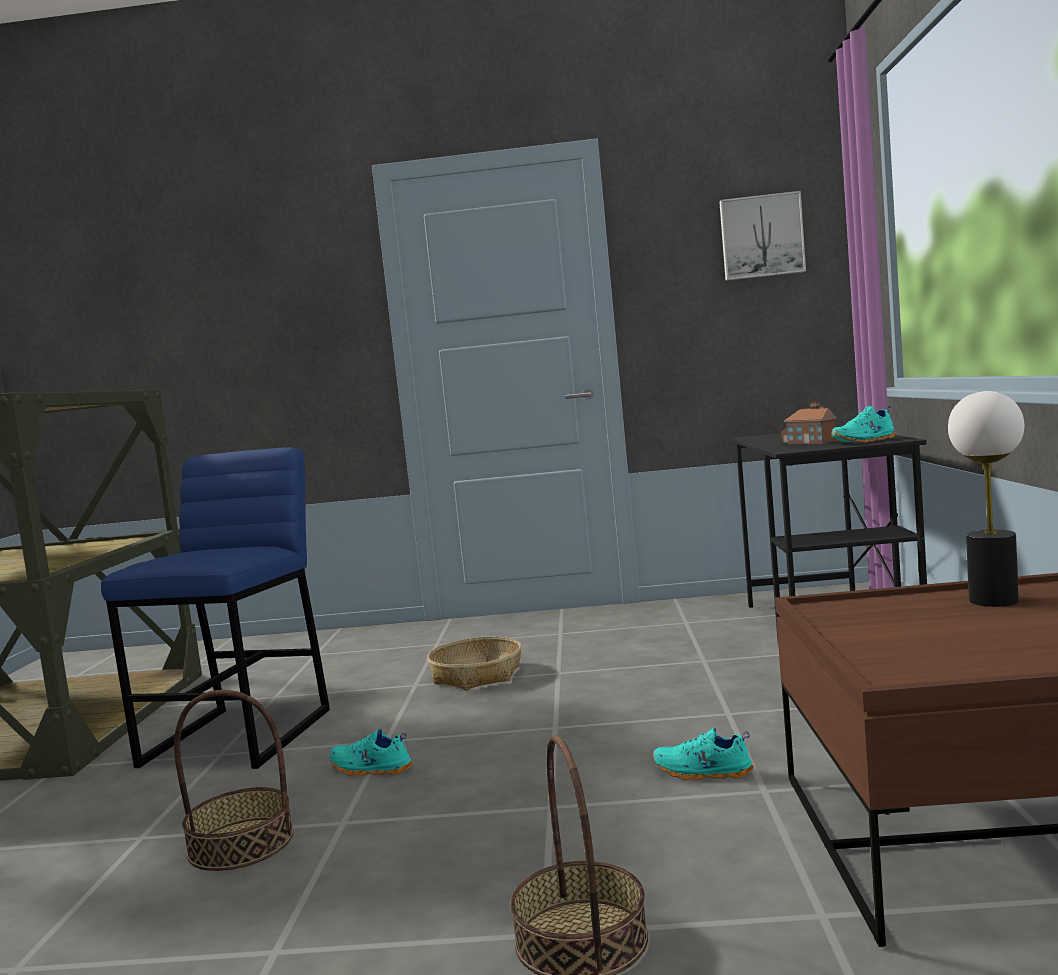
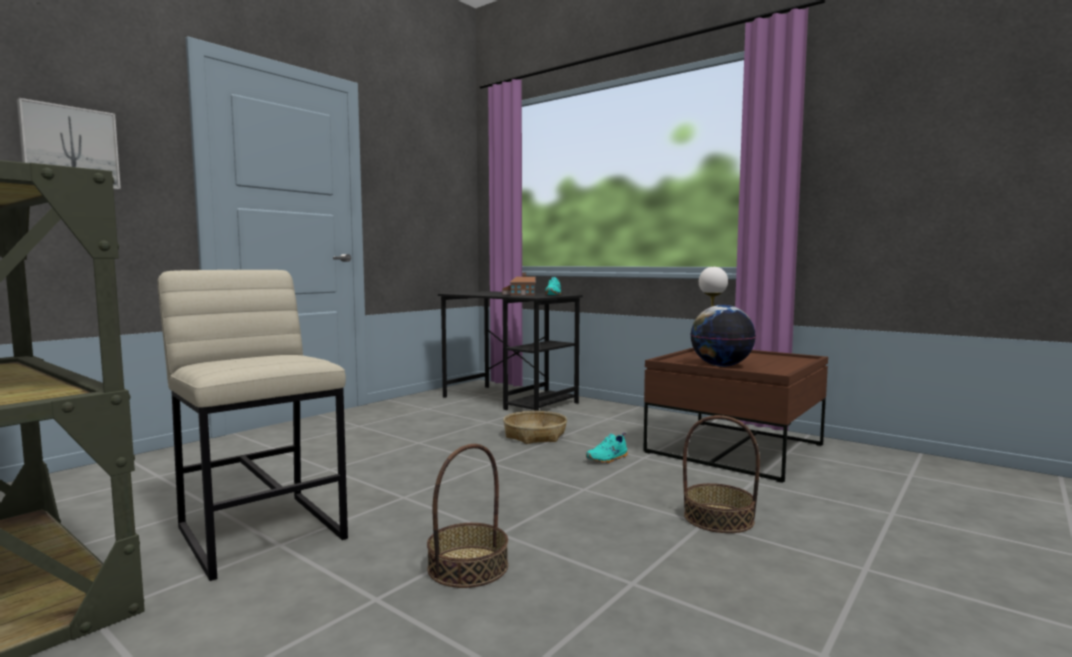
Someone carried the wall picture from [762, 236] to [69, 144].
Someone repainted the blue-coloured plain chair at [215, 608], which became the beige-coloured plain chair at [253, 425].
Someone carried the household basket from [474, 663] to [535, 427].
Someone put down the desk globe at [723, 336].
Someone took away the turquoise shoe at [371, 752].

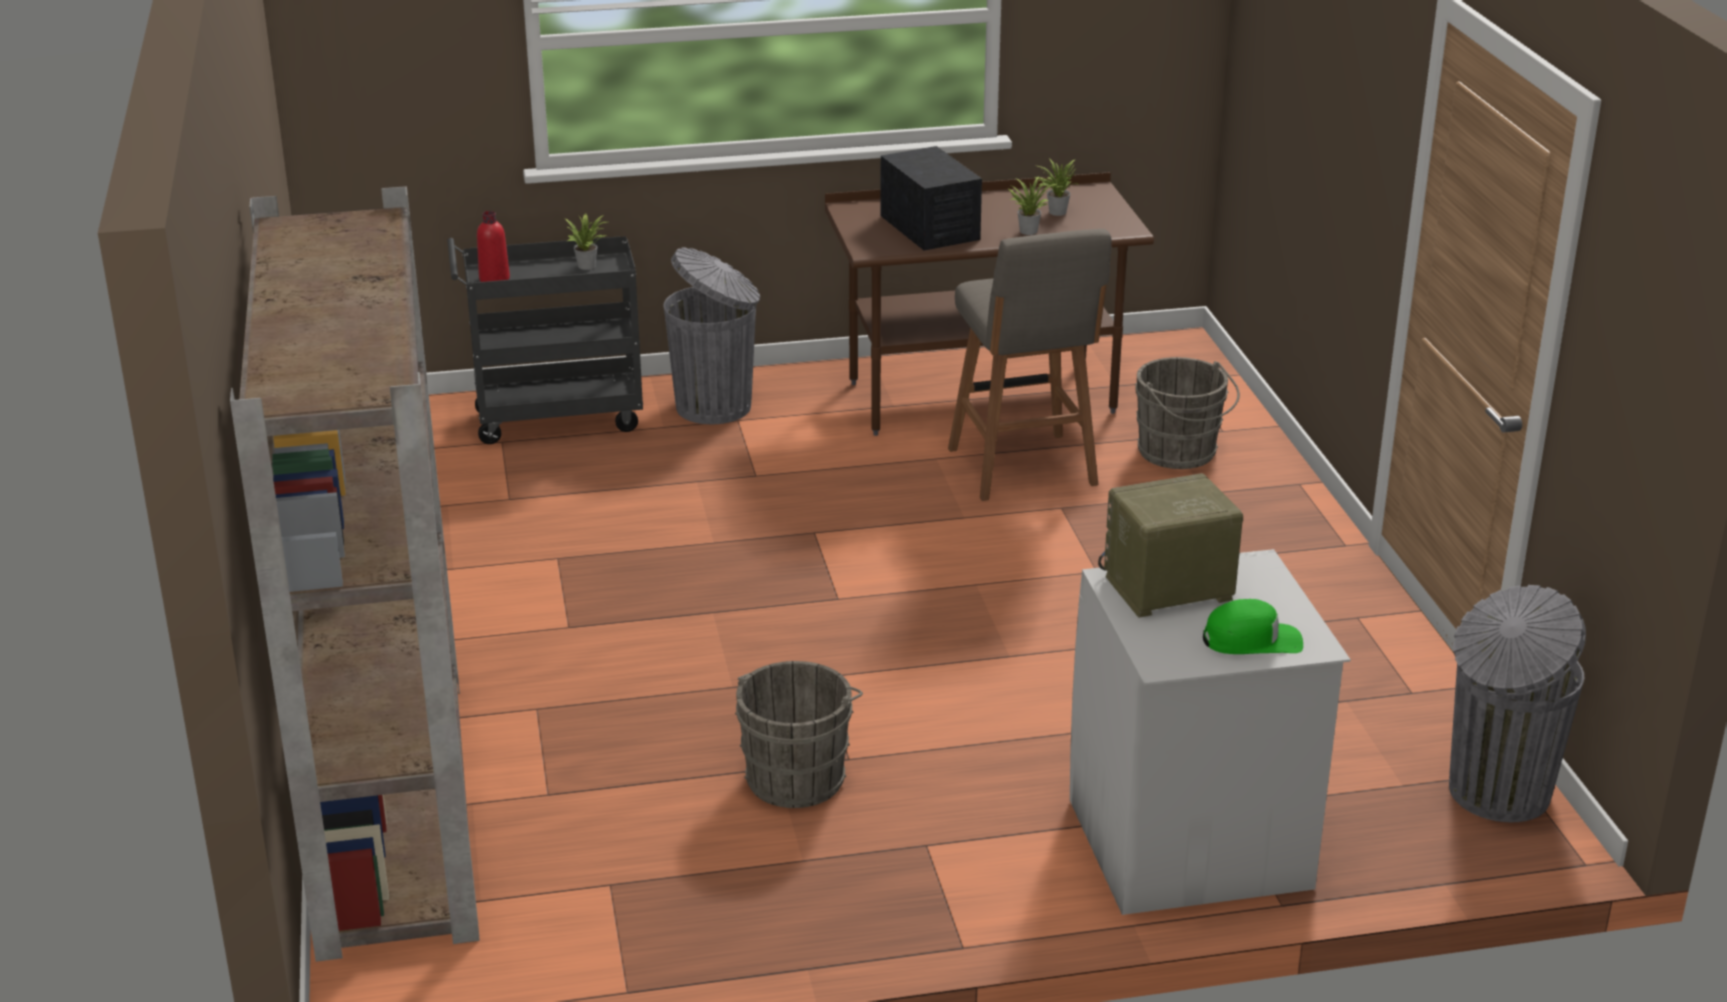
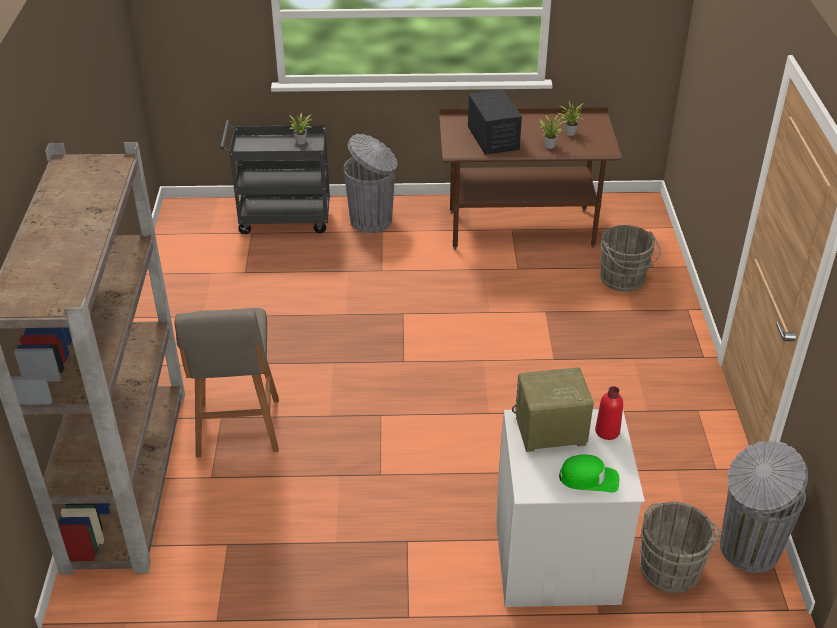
Someone carried the greyish stool seat from [1030, 365] to [226, 382].
Someone carried the reddish beverage bottle from [493, 246] to [609, 413].
Someone carried the greyish water bucket from [799, 734] to [680, 547].

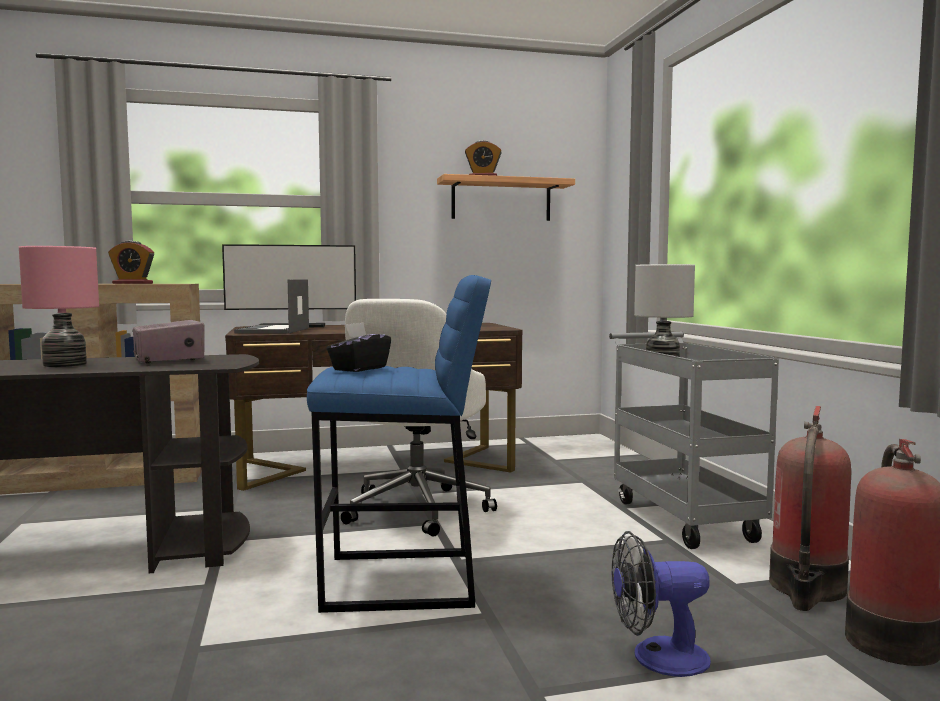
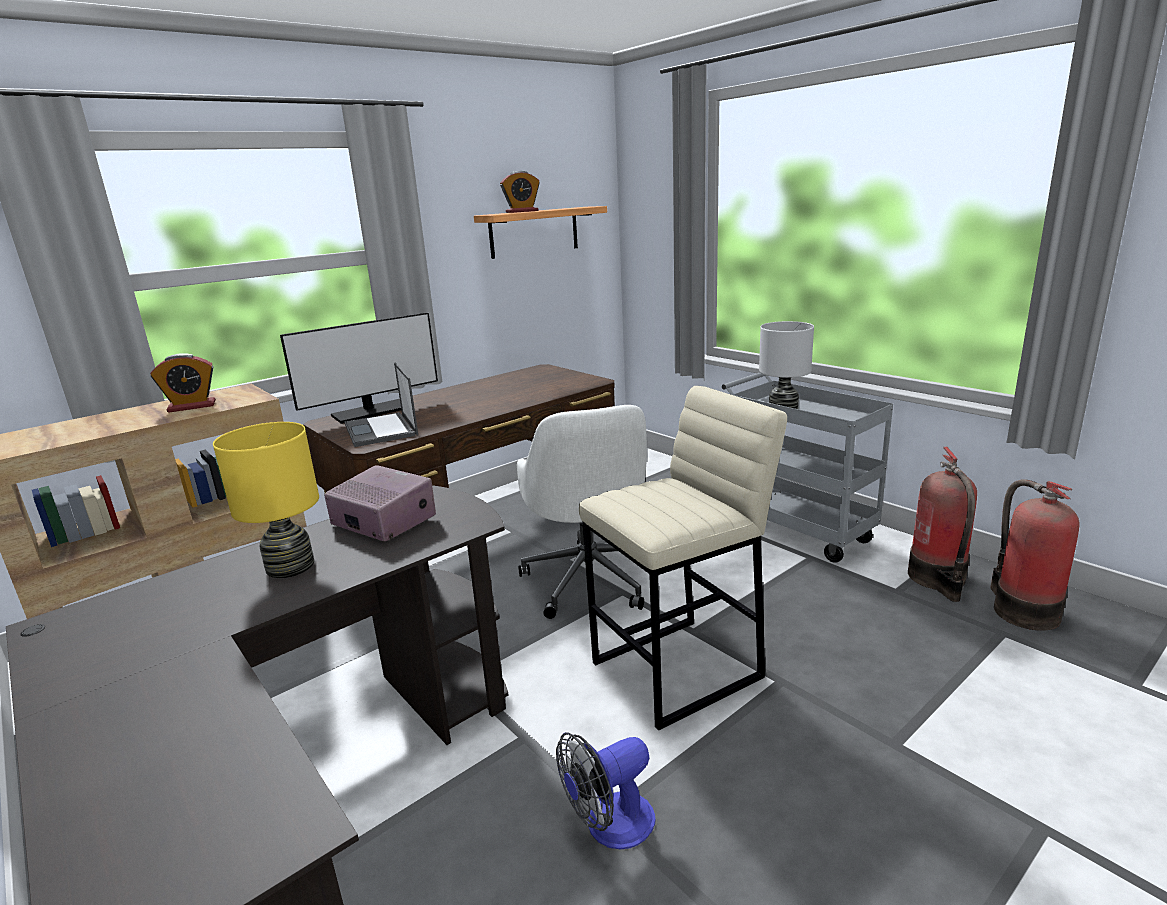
Someone repainted the pink table lamp at [59, 306], which became the yellow-coloured table lamp at [266, 500].
Someone carried the fan from [661, 604] to [606, 790].
Someone repainted the blue-coloured stool seat at [399, 444], which became the beige-coloured stool seat at [683, 558].
Someone took away the blackish tissue holder at [358, 347].

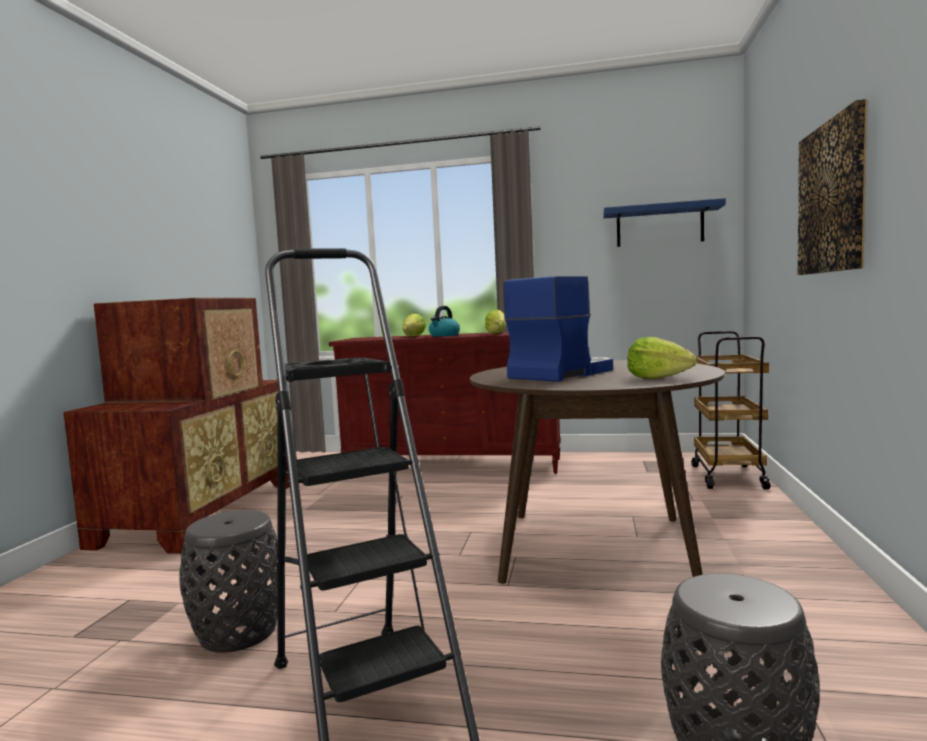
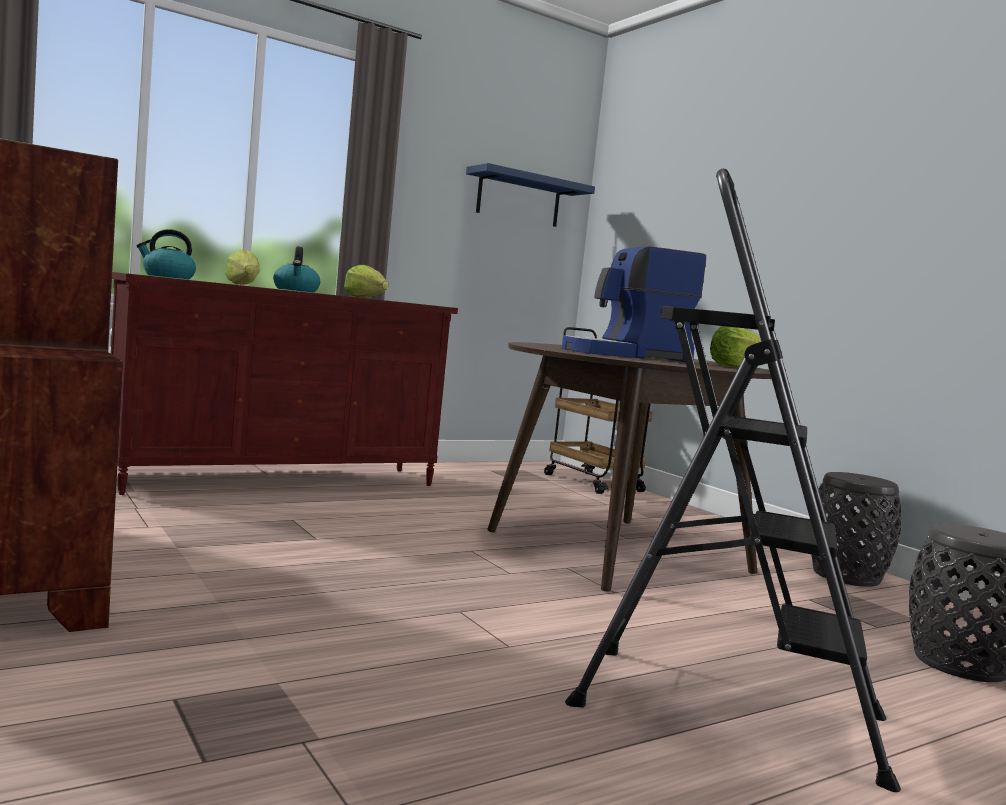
Someone put down the tea kettle at [166, 254].
Someone rotated the coffee machine at [558, 329] by 105 degrees counterclockwise.
Someone carried the greyish stool seat from [228, 581] to [856, 529].
Someone took away the wall picture at [832, 187].

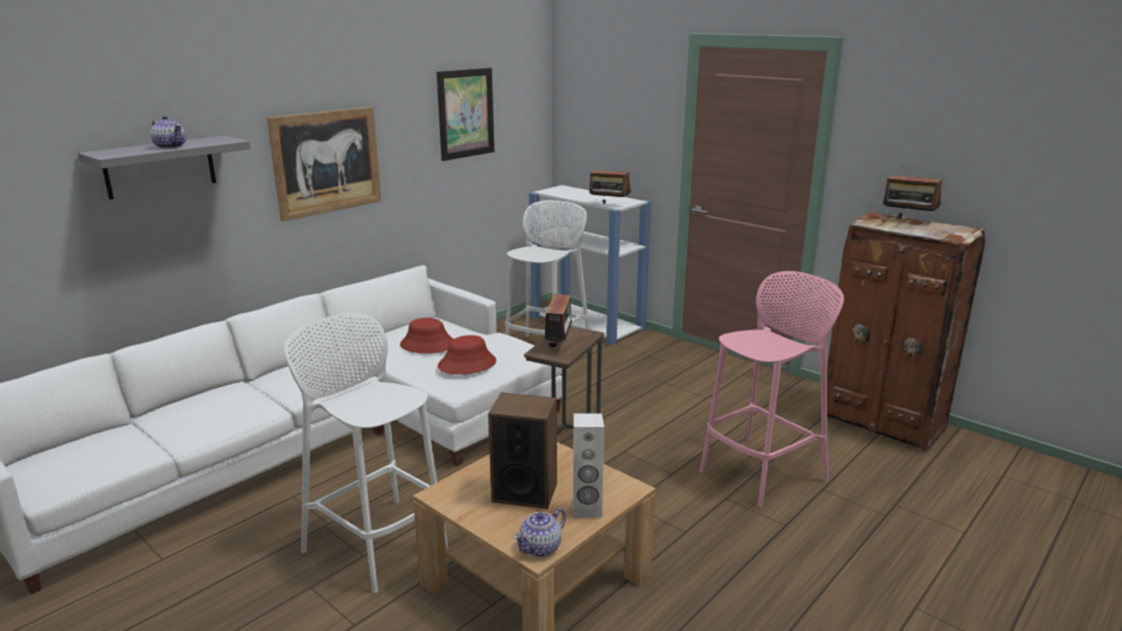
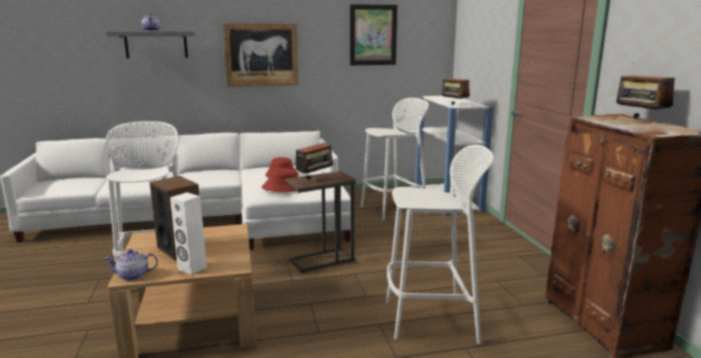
Someone repainted the pink stool seat at [771, 389], which became the whitish stool seat at [440, 244].

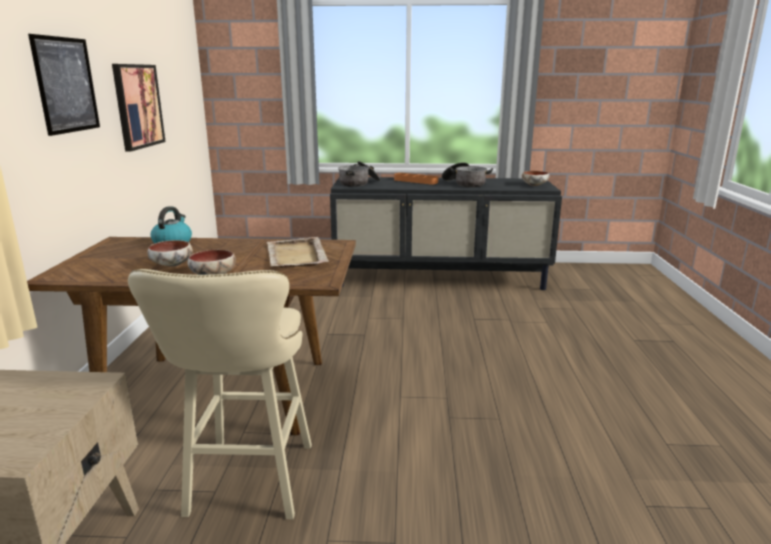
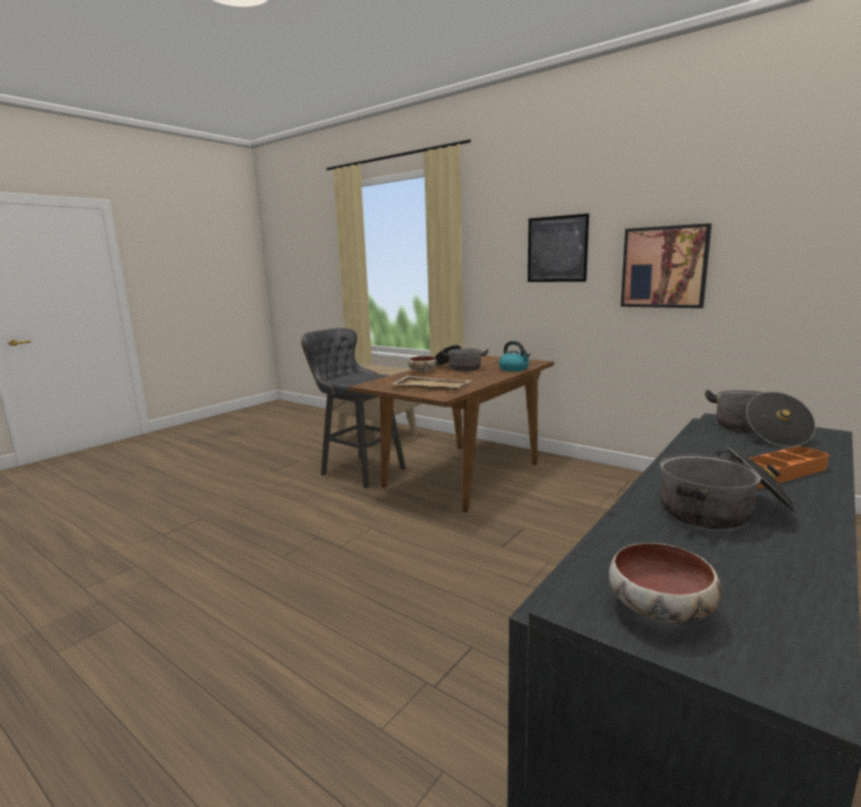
Someone repainted the beige-coloured stool seat at [220, 394], which became the blackish stool seat at [353, 408].
Someone swapped the serving bowl at [170, 253] for the saucepot at [462, 358].

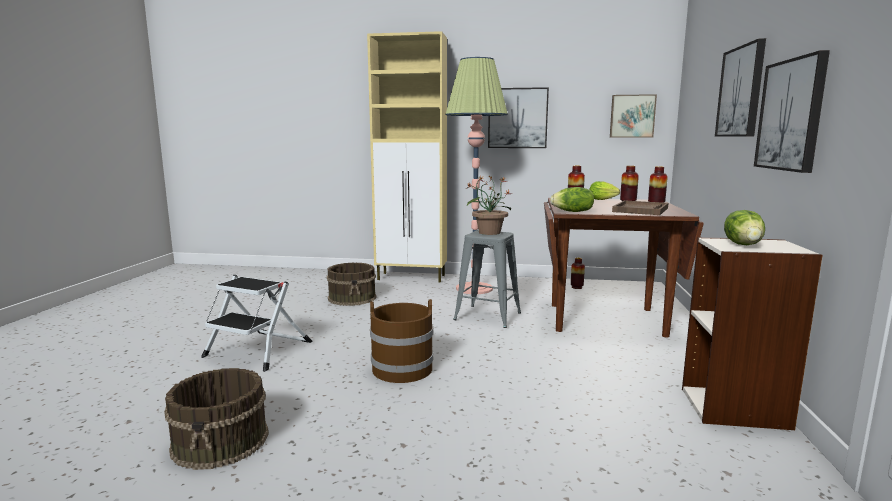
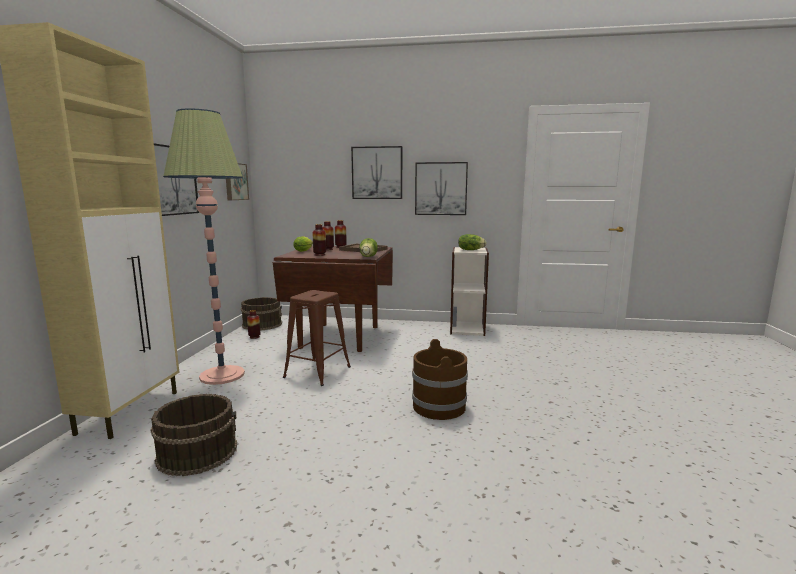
Someone carried the brown water bucket from [216, 419] to [261, 314].
Someone repainted the greyish stool seat at [487, 279], which became the brown stool seat at [317, 338].
Someone took away the step stool at [257, 323].
Someone took away the houseplant at [488, 205].

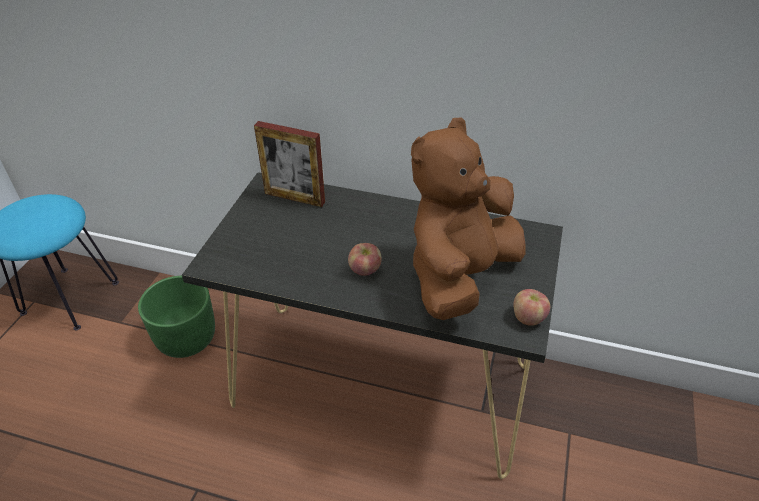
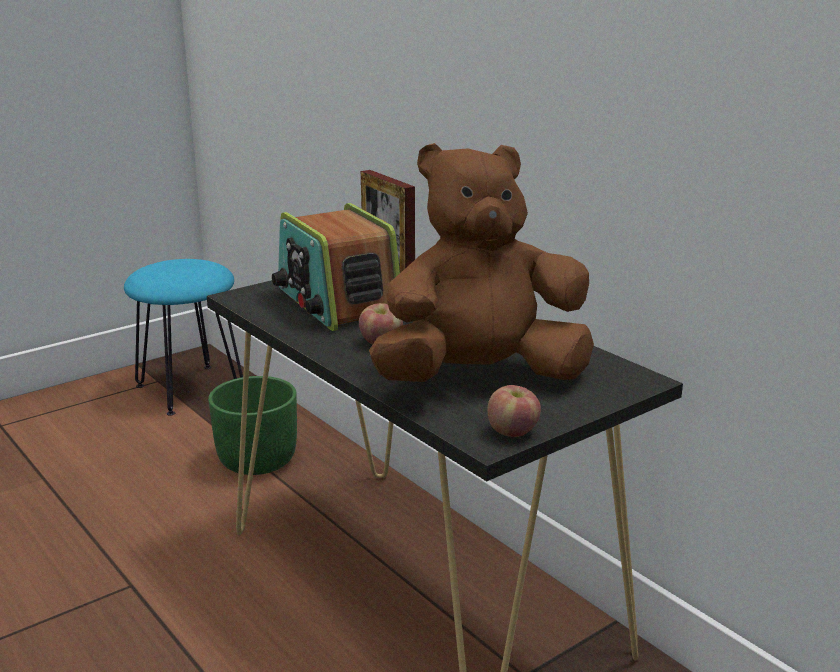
Someone put down the radio receiver at [336, 267].

